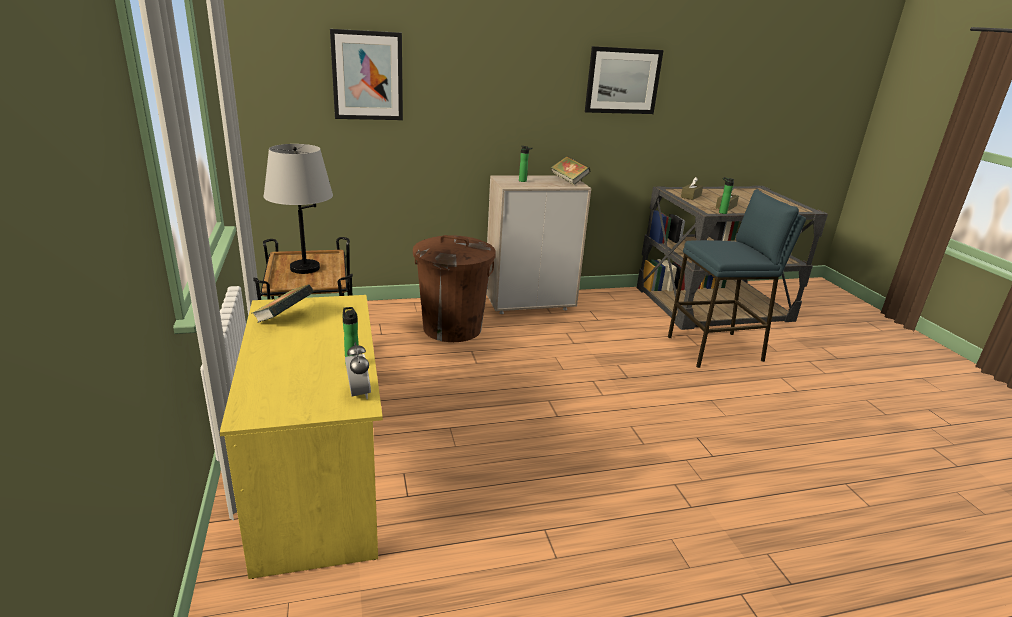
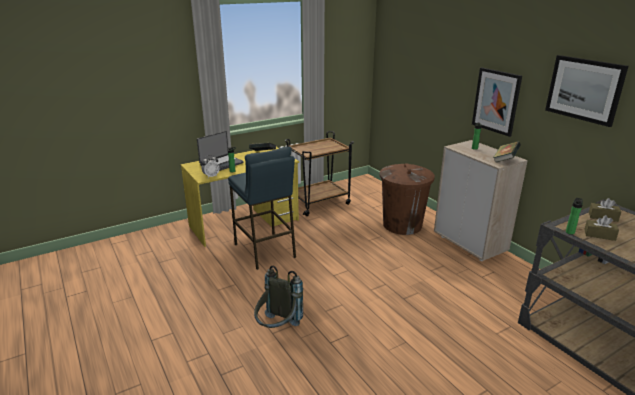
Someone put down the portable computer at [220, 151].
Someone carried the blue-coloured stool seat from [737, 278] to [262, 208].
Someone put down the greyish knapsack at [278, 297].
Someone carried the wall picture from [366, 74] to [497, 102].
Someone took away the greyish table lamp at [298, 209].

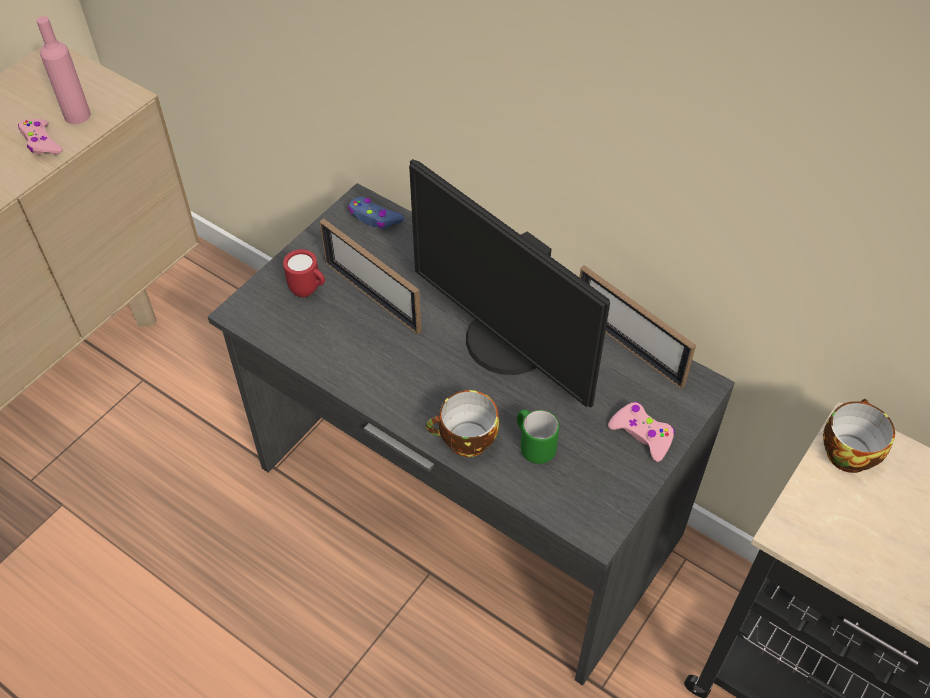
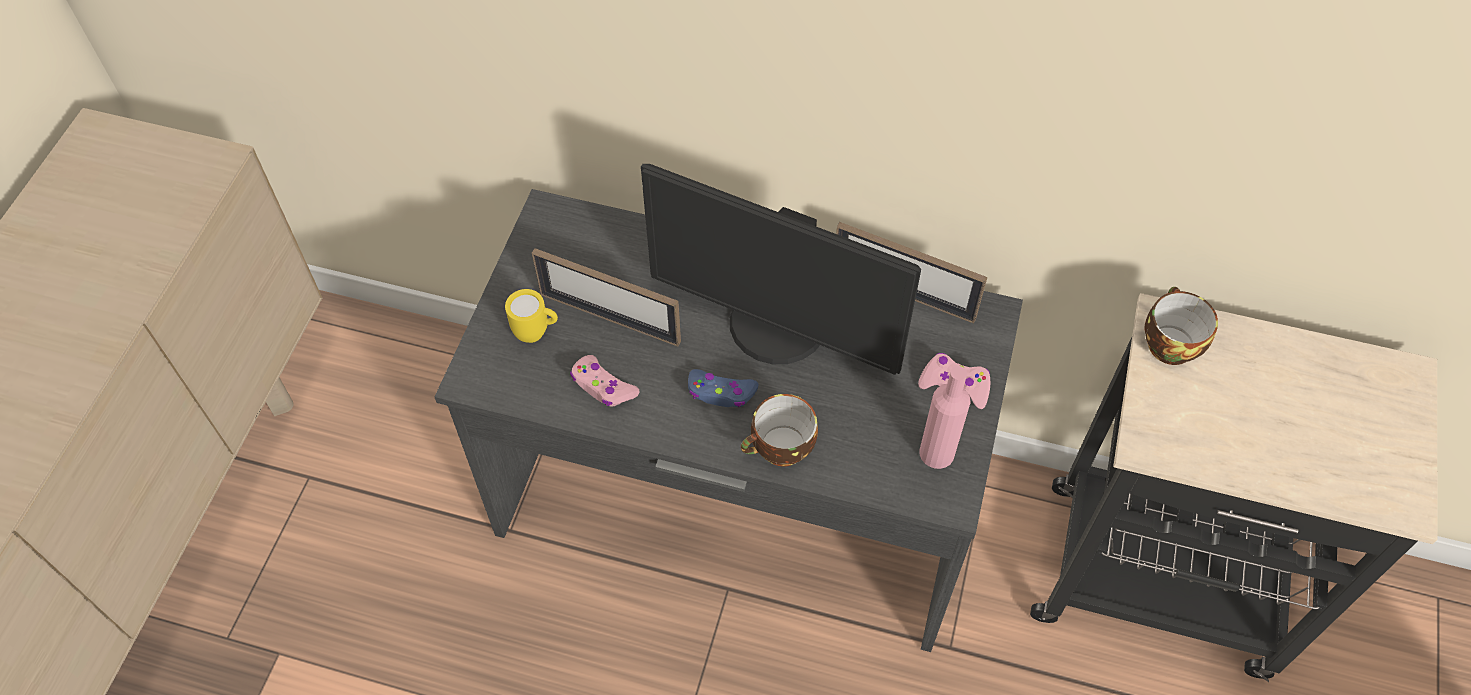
Someone repainted the reddish coffee mug at [304, 273], which became the yellow-coloured coffee mug at [531, 316].
Someone carried the pink joypad from [40, 136] to [605, 381].
Someone carried the blue-coloured joypad from [376, 213] to [723, 388].
Someone carried the pink beverage bottle from [63, 70] to [944, 417].
Someone took away the greenish coffee mug at [538, 436].

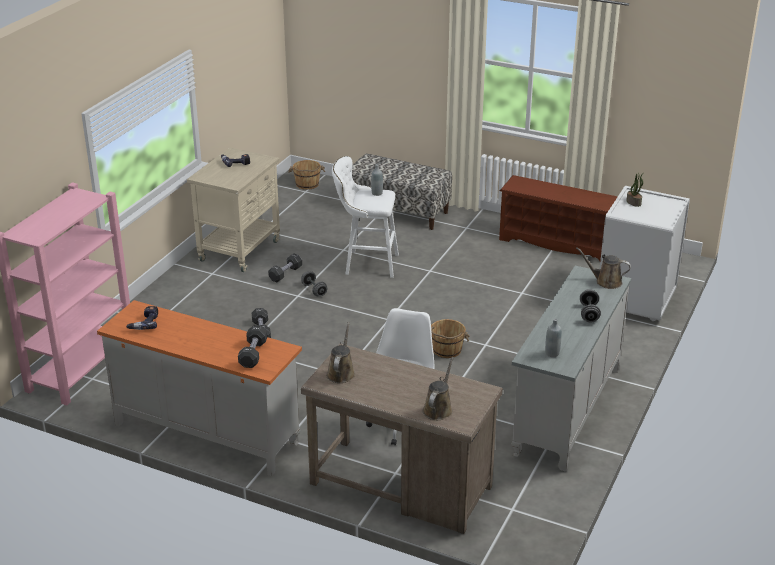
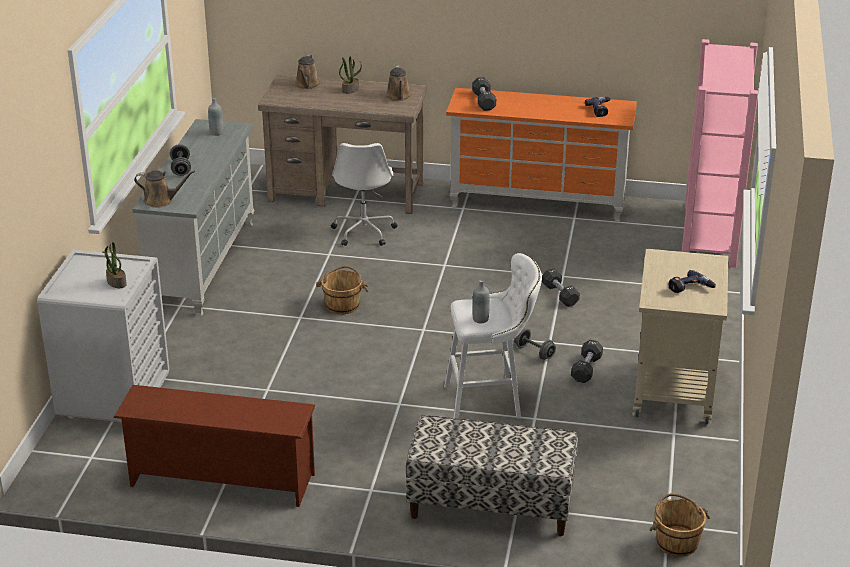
Someone put down the houseplant at [350, 75].

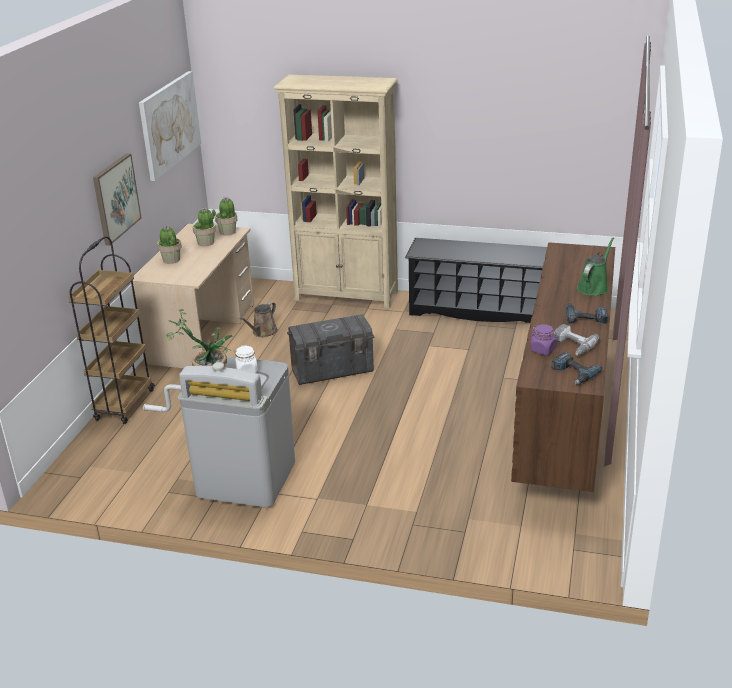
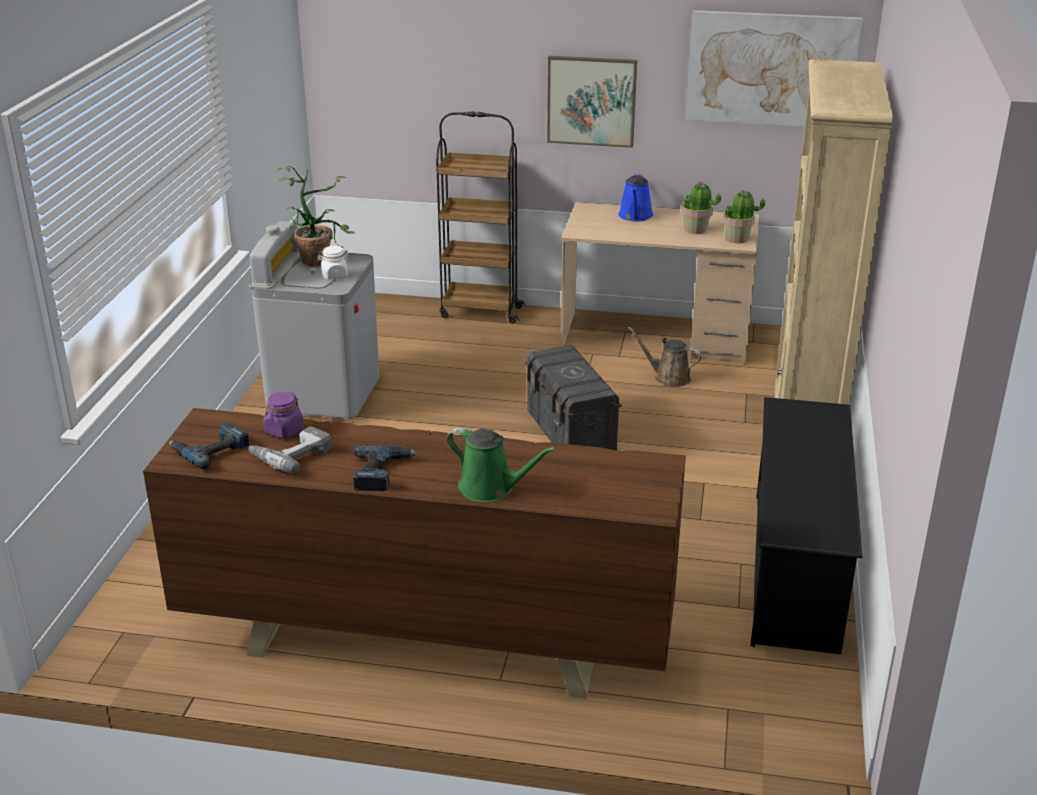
Someone swapped the houseplant at [169, 244] for the blue-coloured watering can at [635, 197].

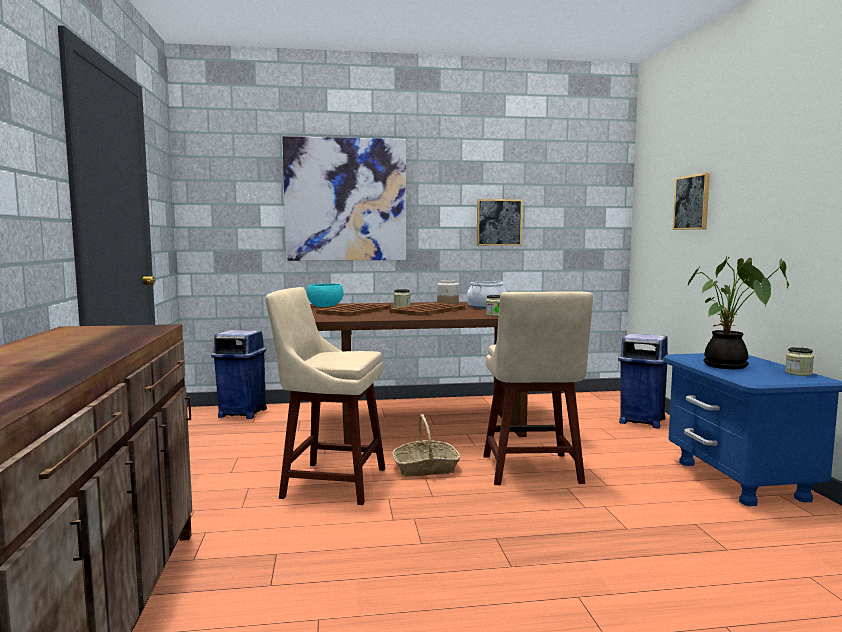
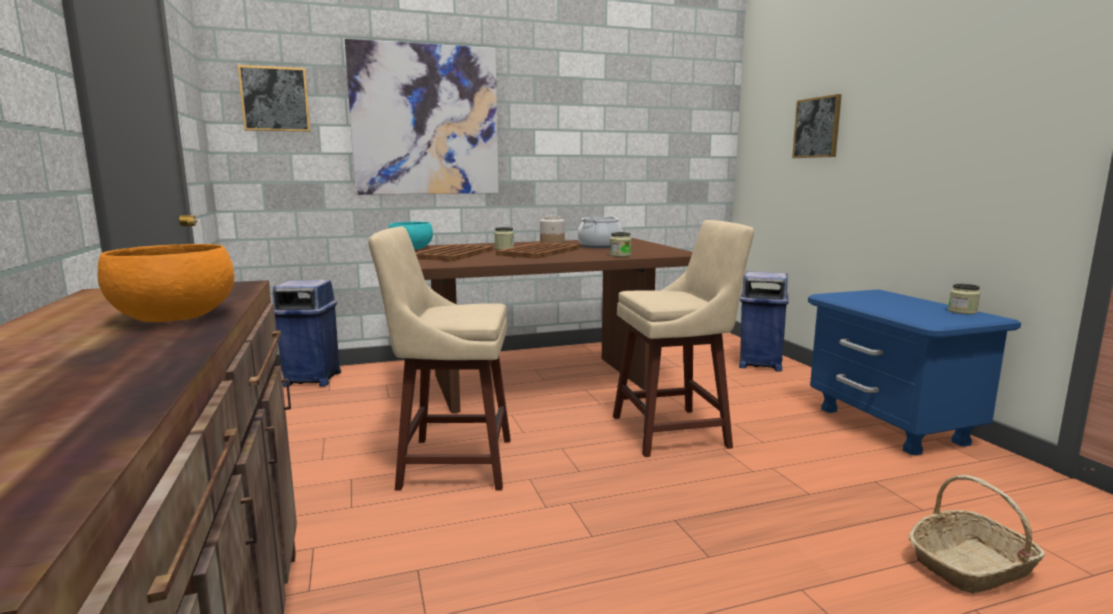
Someone put down the orange serving bowl at [166, 283].
Someone carried the wall picture from [500, 222] to [274, 98].
Someone rotated the beige-coloured plain chair at [538, 388] by 90 degrees counterclockwise.
Someone carried the household basket from [426, 445] to [977, 534].
Someone took away the houseplant at [738, 313].

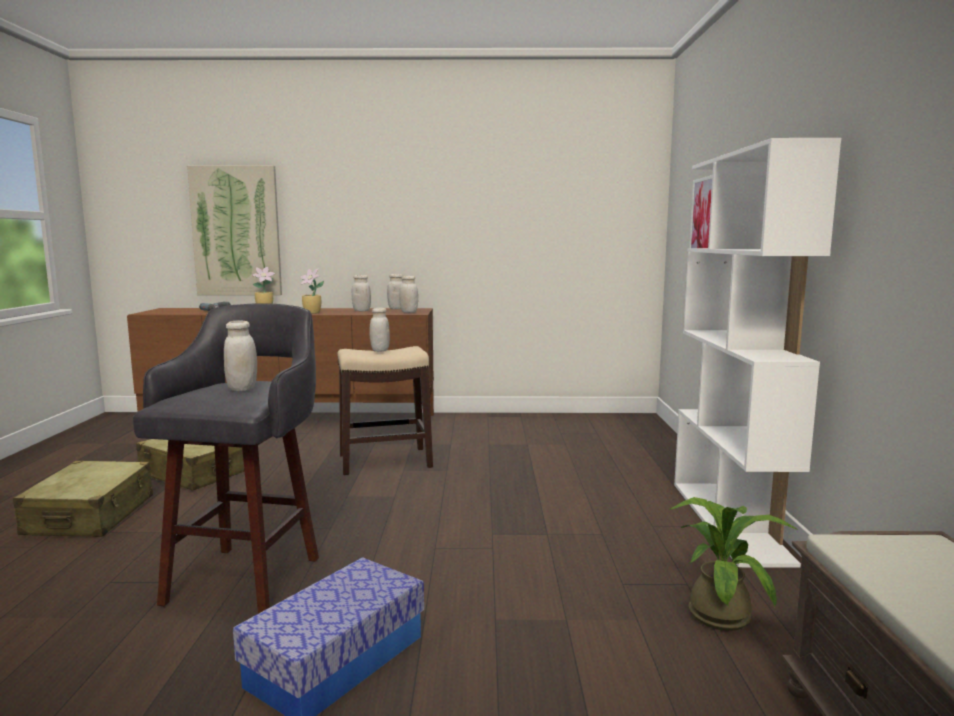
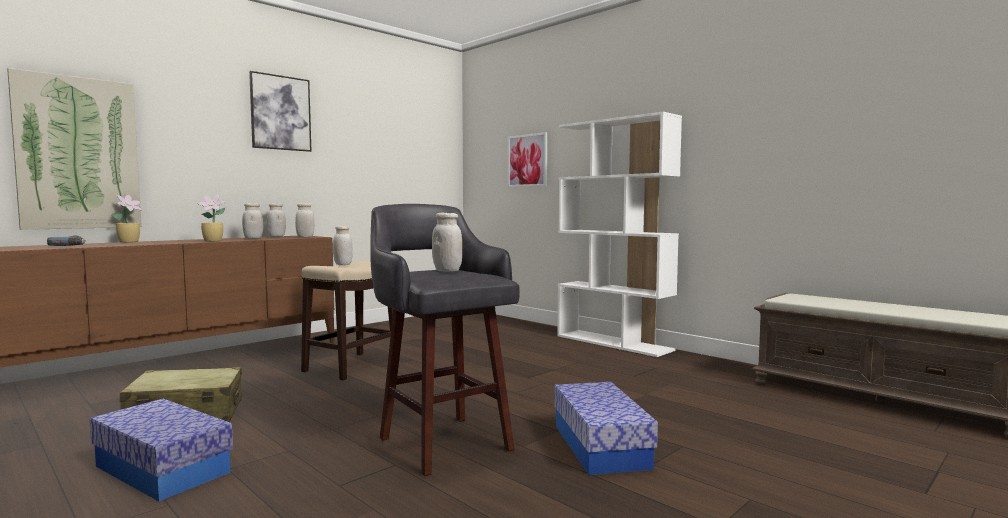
Someone swapped the beige-coloured travel case at [83, 499] for the storage container at [161, 450].
Someone put up the wall picture at [280, 111].
Someone took away the houseplant at [733, 564].

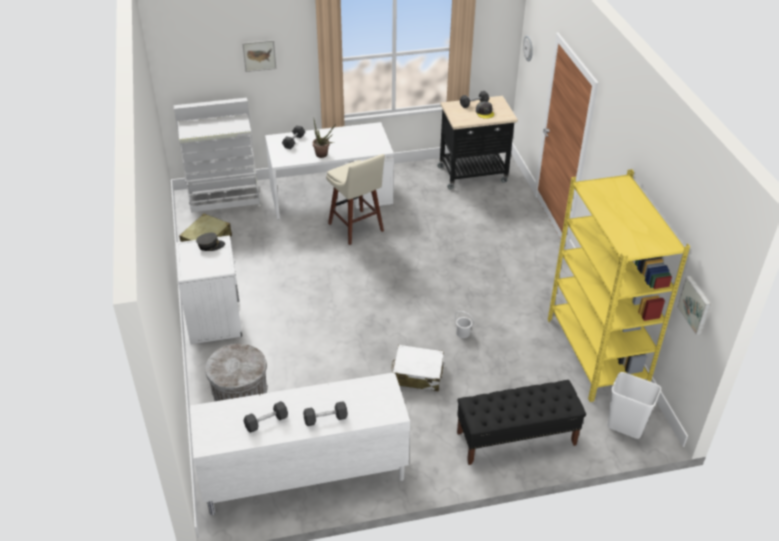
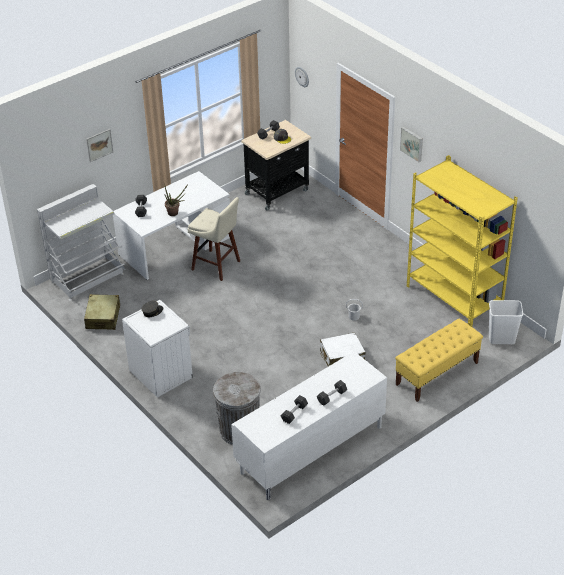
Someone repainted the blackish bench at [521, 422], which became the yellow-coloured bench at [439, 360].
Someone carried the wall picture from [694, 305] to [411, 144].

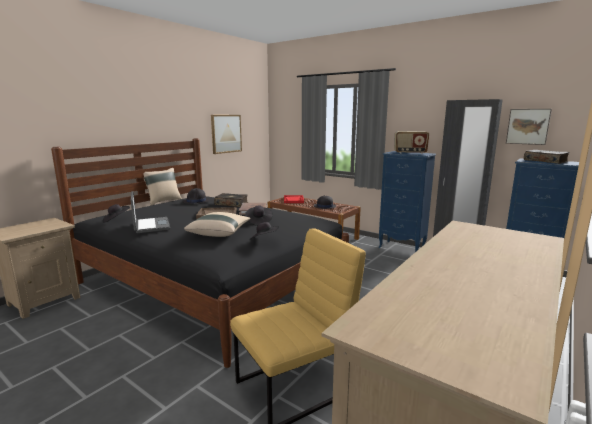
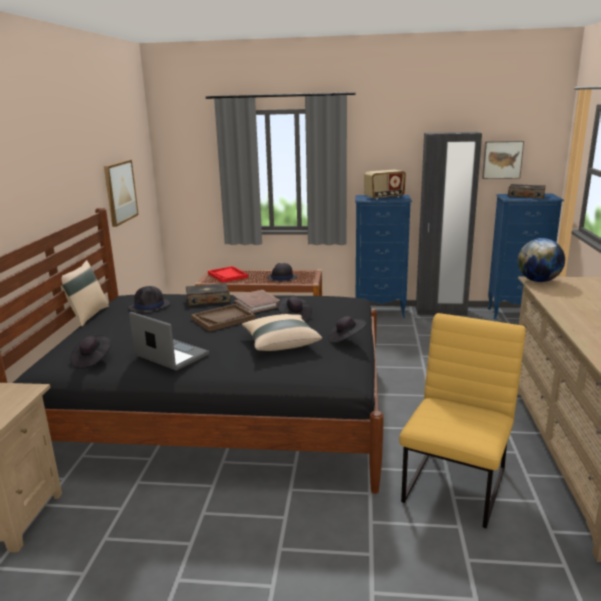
Someone put down the desk globe at [541, 260].

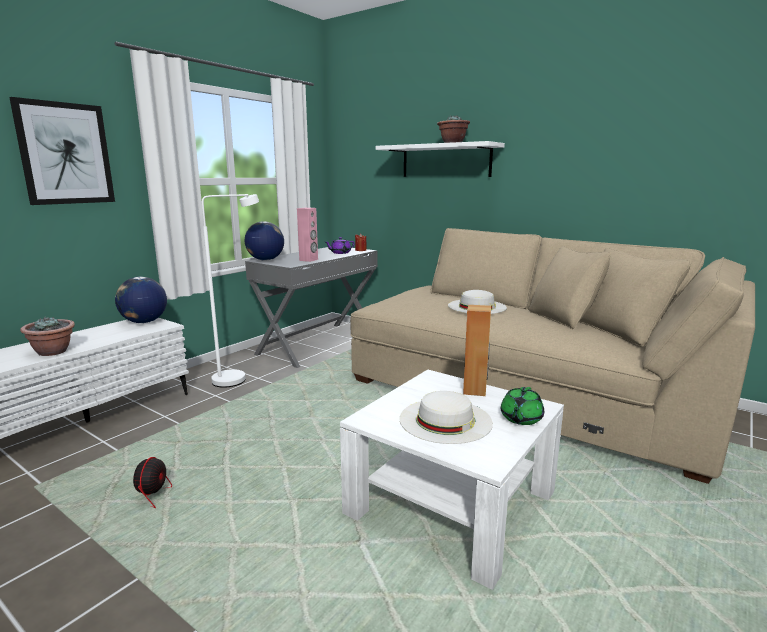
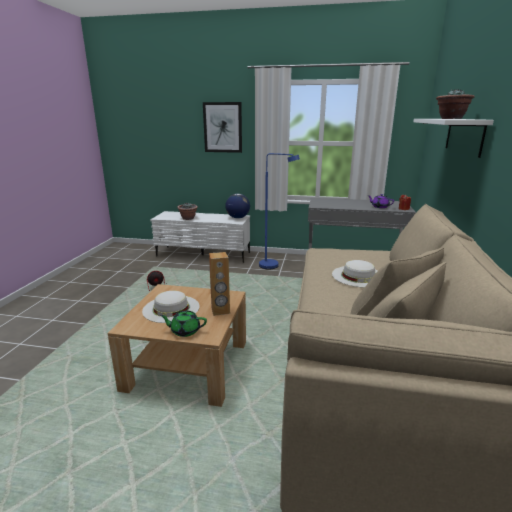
Someone repainted the whitish coffee table at [452, 480], which became the brown coffee table at [177, 345].
Someone repainted the whitish standard lamp at [230, 291], which became the blue-coloured standard lamp at [279, 211].
Someone took away the desk globe at [264, 241].
Someone took away the pink audio speaker at [307, 235].

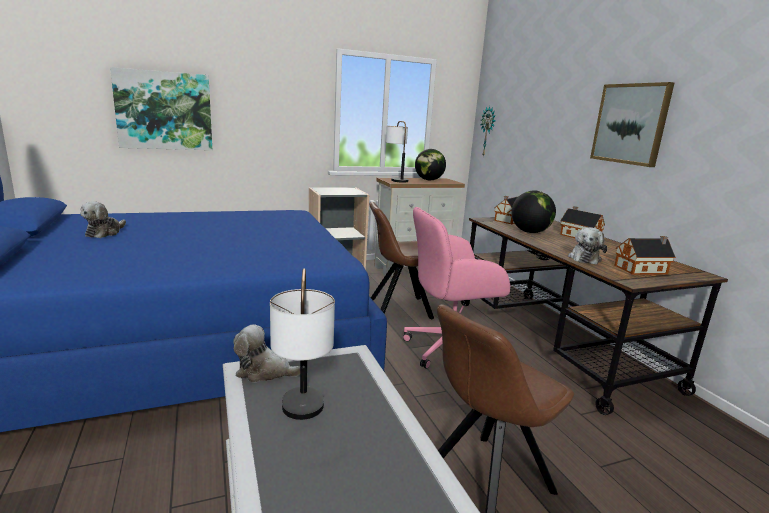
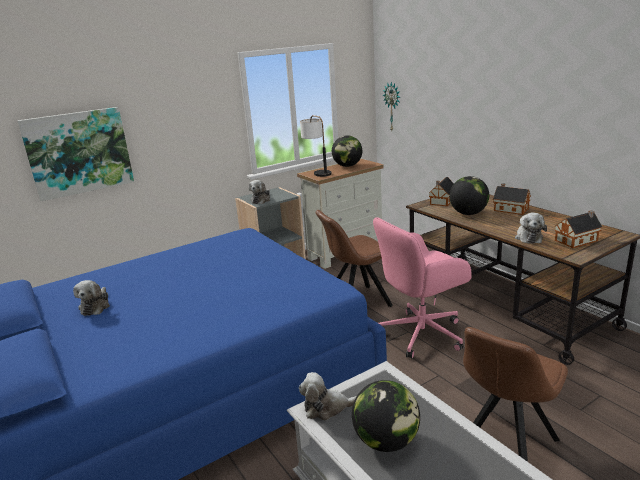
Someone put down the cuddly toy at [259, 192].
Someone swapped the table lamp at [302, 344] for the desk globe at [386, 416].
Someone took away the wall picture at [632, 124].

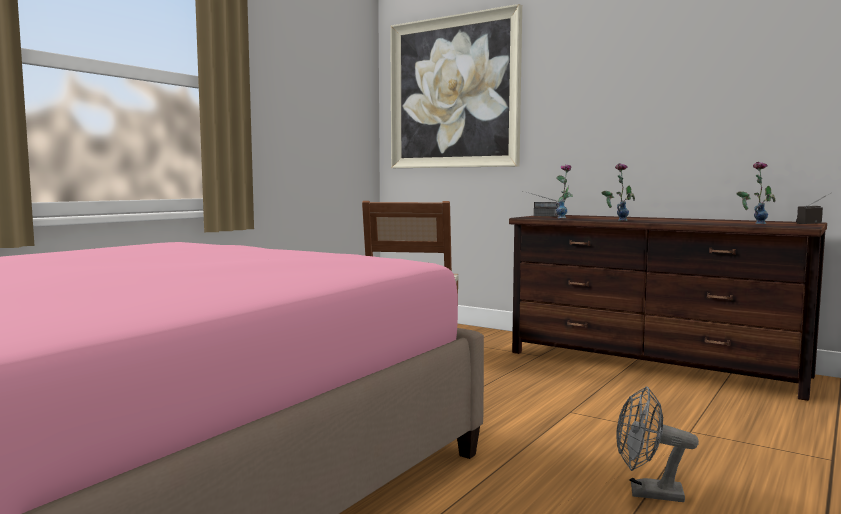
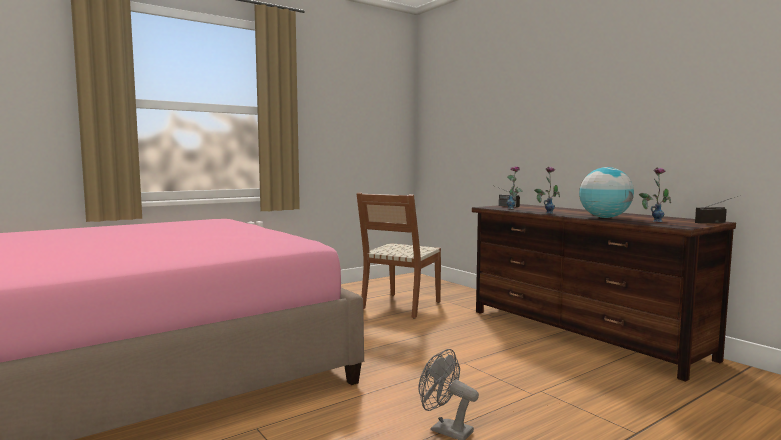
Someone put down the desk globe at [606, 192].
Someone took away the wall picture at [456, 86].

